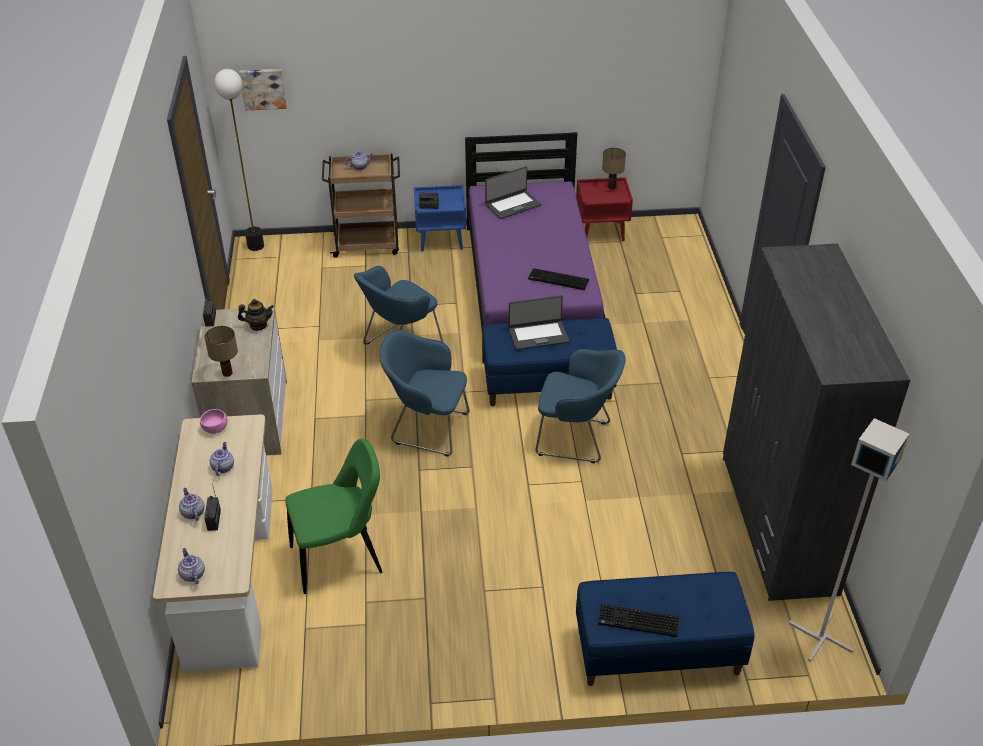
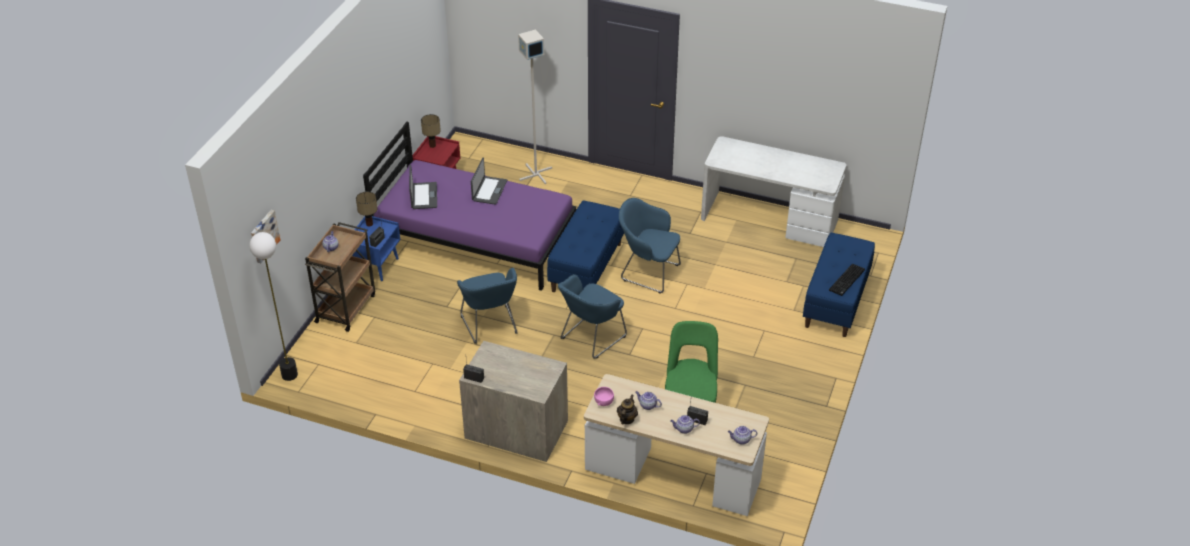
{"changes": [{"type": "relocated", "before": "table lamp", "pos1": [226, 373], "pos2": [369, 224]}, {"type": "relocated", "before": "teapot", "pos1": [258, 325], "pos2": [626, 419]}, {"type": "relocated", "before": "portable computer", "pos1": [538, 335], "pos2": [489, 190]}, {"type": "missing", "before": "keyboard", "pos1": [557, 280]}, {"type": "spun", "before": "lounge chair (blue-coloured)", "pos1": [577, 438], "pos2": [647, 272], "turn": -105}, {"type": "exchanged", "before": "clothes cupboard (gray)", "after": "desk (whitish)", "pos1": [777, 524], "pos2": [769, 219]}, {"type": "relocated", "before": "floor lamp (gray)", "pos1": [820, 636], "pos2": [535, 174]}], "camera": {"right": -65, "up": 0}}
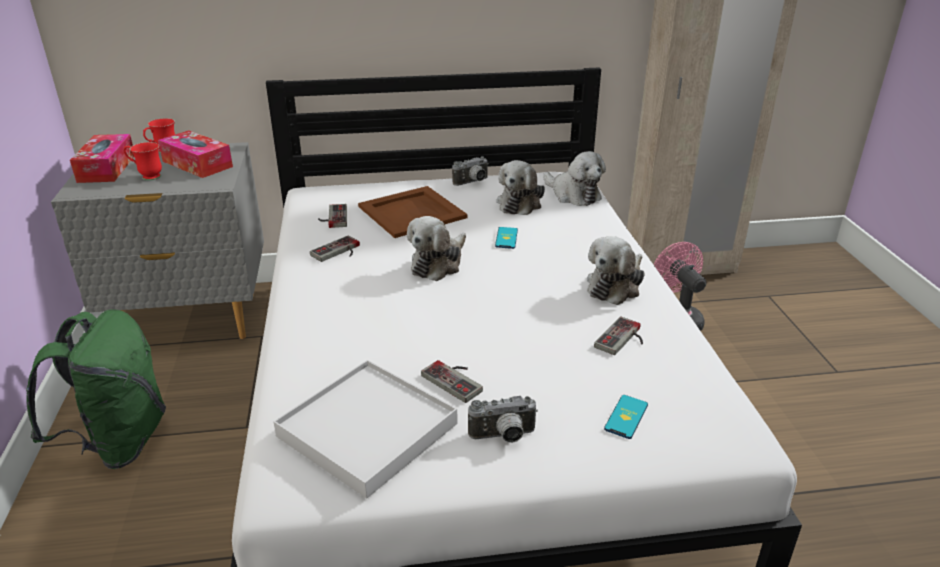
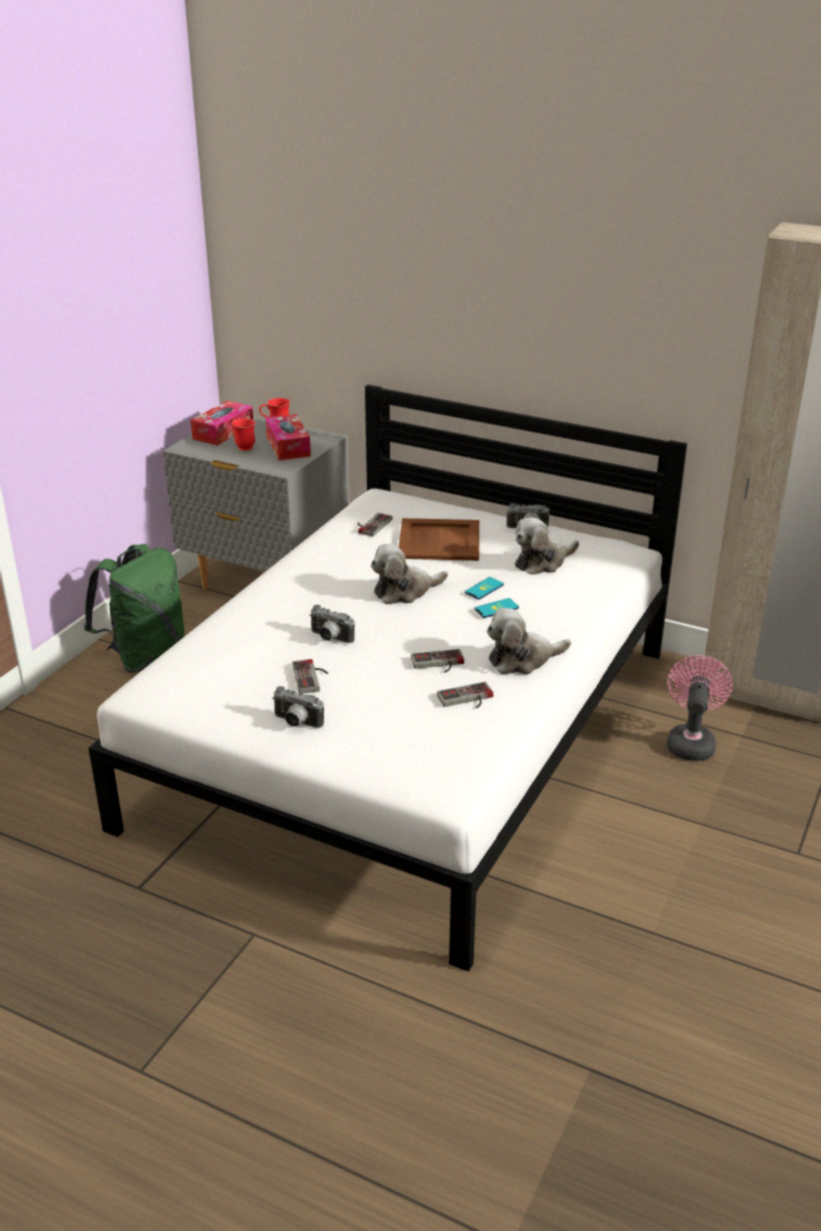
{"changes": [{"type": "missing", "before": "serving tray (whitish)", "pos1": [367, 430]}, {"type": "relocated", "before": "game controller", "pos1": [338, 252], "pos2": [438, 664]}, {"type": "missing", "before": "soft toy", "pos1": [573, 195]}, {"type": "relocated", "before": "phone", "pos1": [626, 417], "pos2": [496, 608]}, {"type": "appeared", "after": "photo camera", "pos2": [329, 638]}], "camera": {"right": 35, "up": 0}}
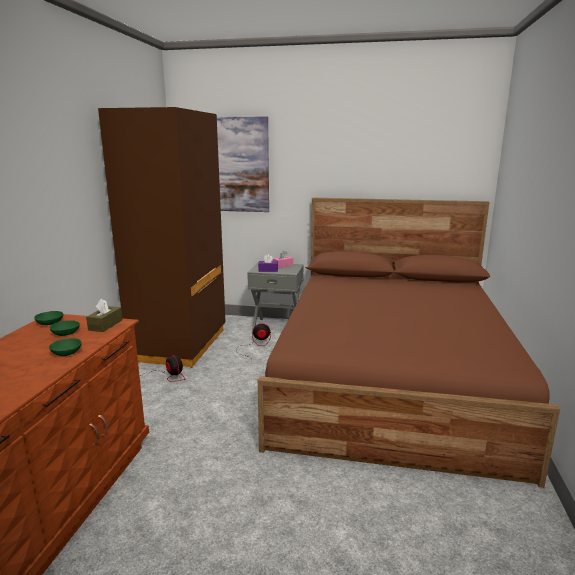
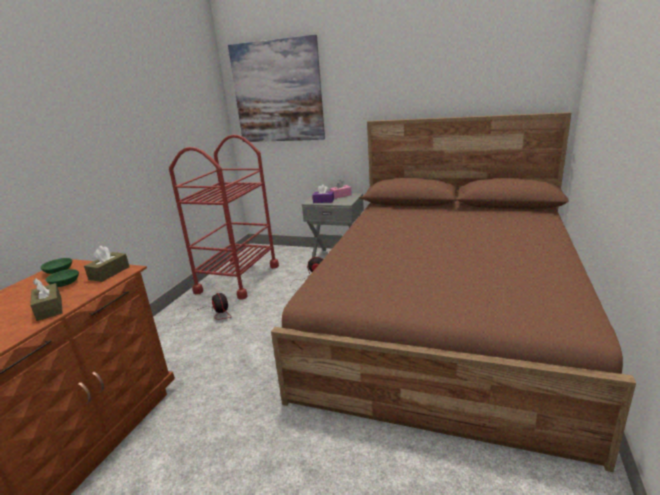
{"changes": [{"type": "exchanged", "before": "bowl (green-coloured)", "after": "tissue holder (brownish)", "pos1": [67, 353], "pos2": [49, 309]}, {"type": "exchanged", "before": "clothes cupboard (brownish)", "after": "wheeled cart (red)", "pos1": [180, 345], "pos2": [238, 279]}], "camera": {"right": 10, "up": 5}}
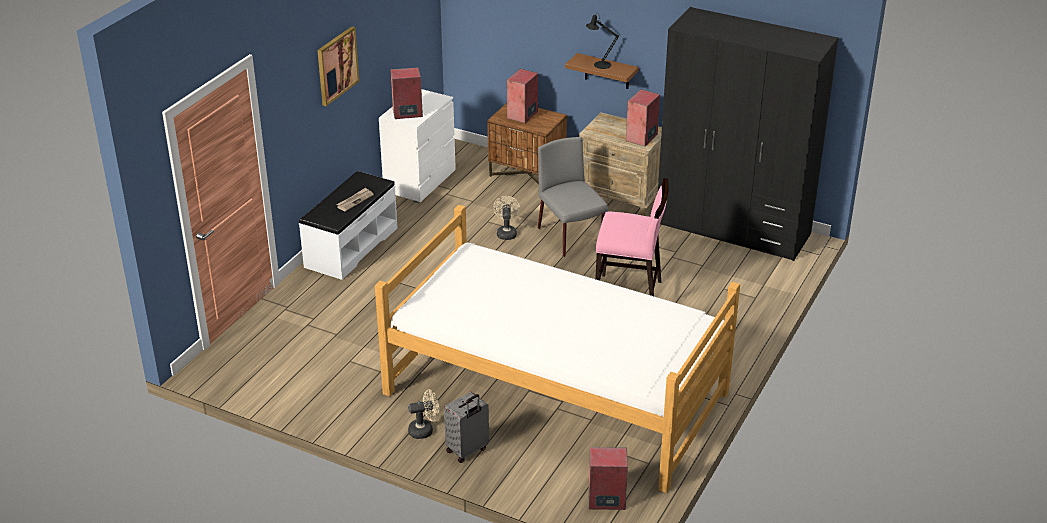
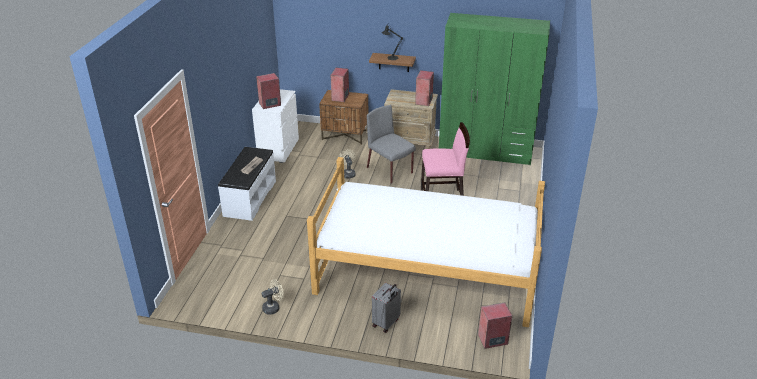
{"changes": [{"type": "missing", "before": "wall picture", "pos1": [337, 65]}, {"type": "relocated", "before": "fan (beige-coloured)", "pos1": [425, 430], "pos2": [273, 307]}, {"type": "colour", "before": "clothes cupboard (black-coloured)", "after": "clothes cupboard (green-coloured)", "pos1": [733, 229], "pos2": [485, 151]}], "camera": {"right": -15, "up": 0}}
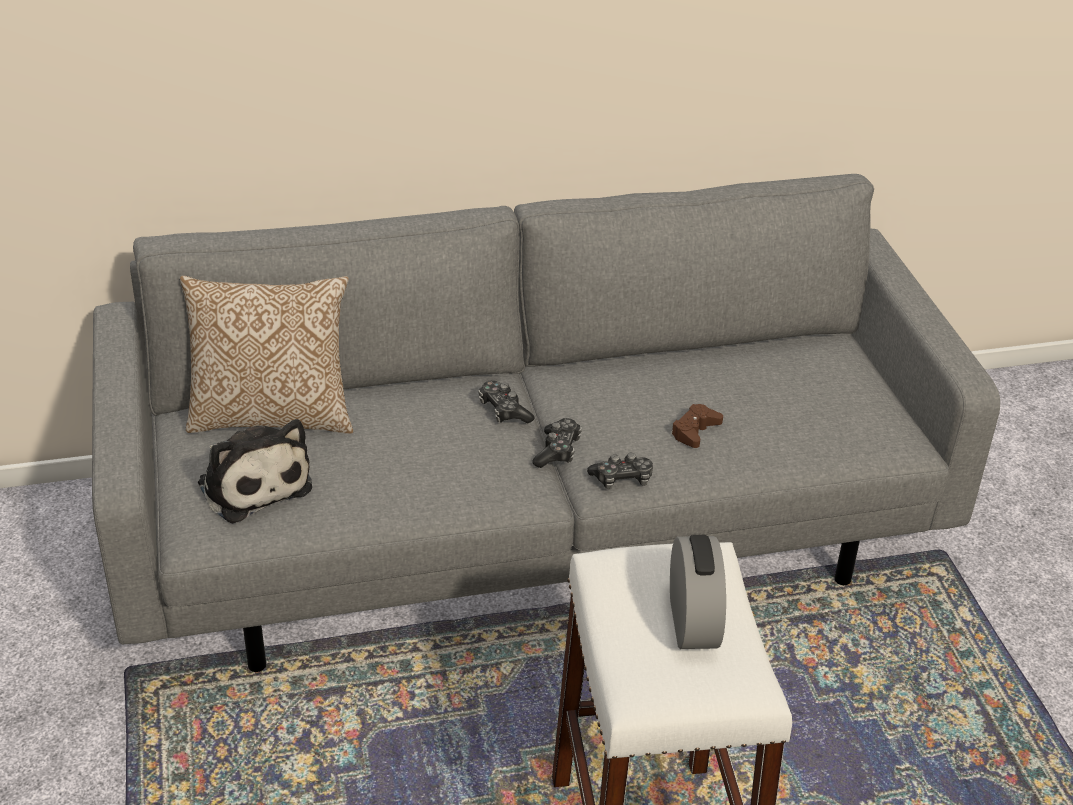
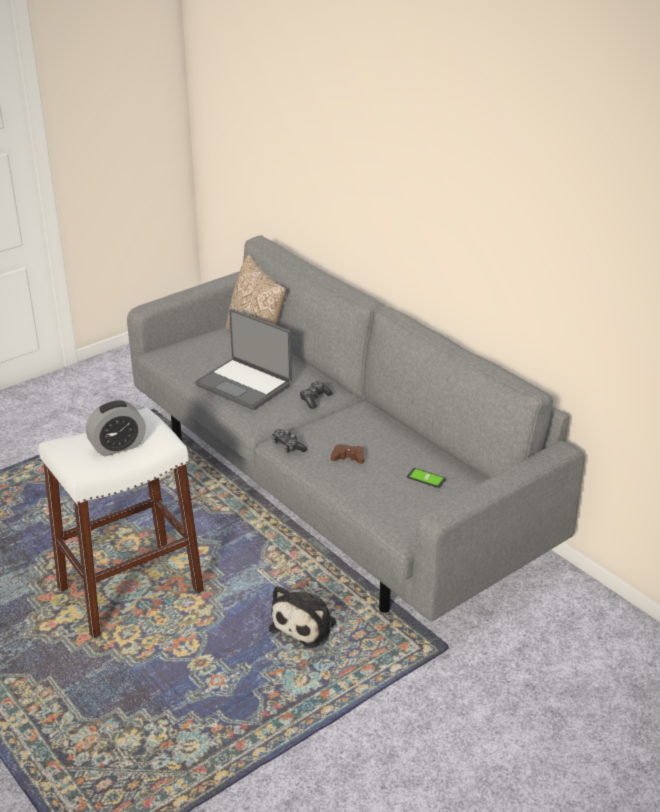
{"changes": [{"type": "relocated", "before": "soft toy", "pos1": [253, 483], "pos2": [306, 624]}, {"type": "missing", "before": "game controller", "pos1": [557, 451]}, {"type": "appeared", "after": "portable computer", "pos2": [245, 384]}, {"type": "appeared", "after": "phone", "pos2": [426, 478]}], "camera": {"right": 65, "up": -5}}
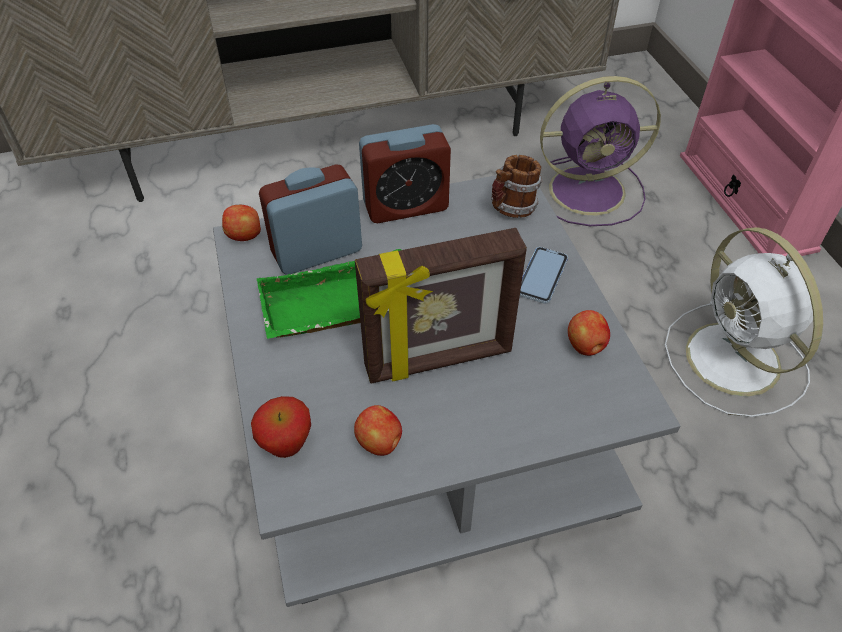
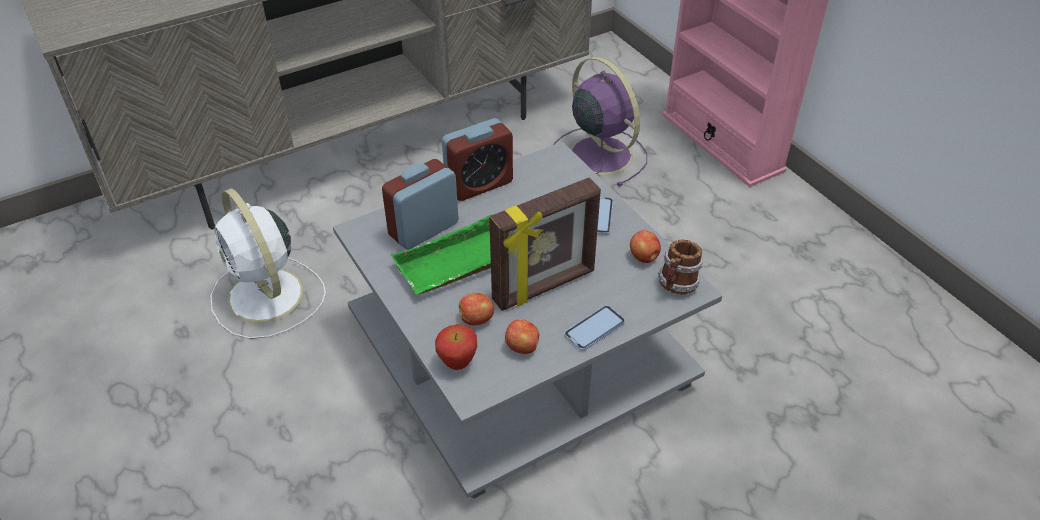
{"changes": [{"type": "relocated", "before": "apple", "pos1": [245, 236], "pos2": [477, 319]}, {"type": "relocated", "before": "mug", "pos1": [511, 209], "pos2": [677, 286]}, {"type": "spun", "before": "fan (purple)", "pos1": [590, 190], "pos2": [598, 154], "turn": -105}, {"type": "relocated", "before": "fan (whitish)", "pos1": [735, 362], "pos2": [267, 297]}, {"type": "appeared", "after": "phone", "pos2": [594, 329]}], "camera": {"right": -15, "up": -5}}
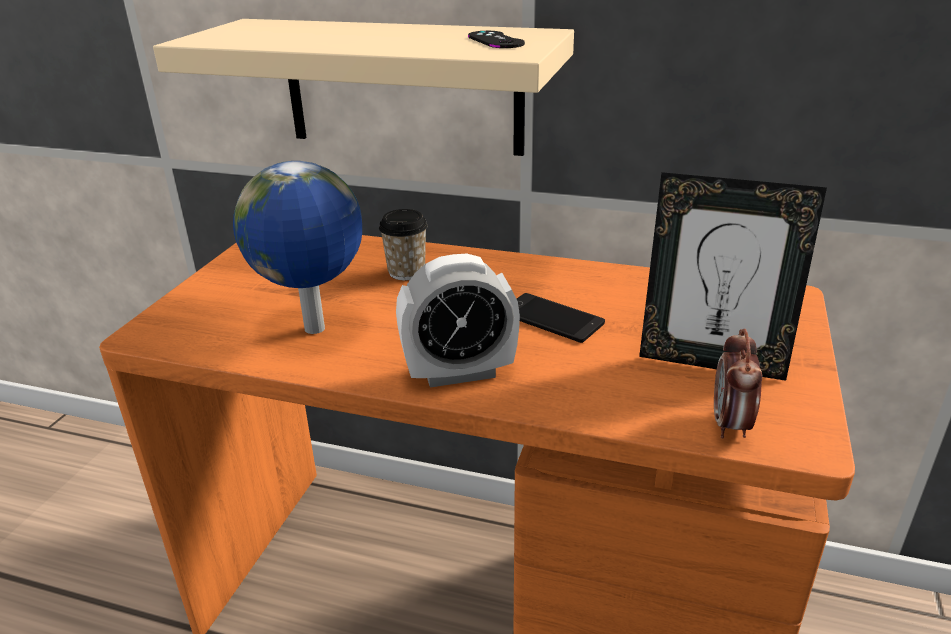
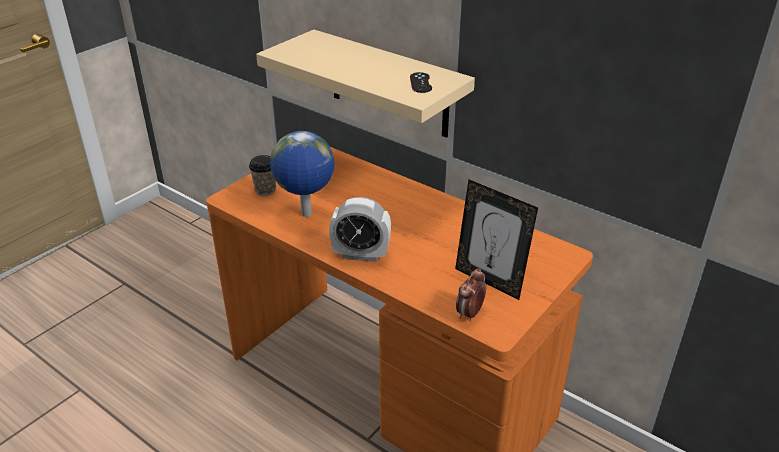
{"changes": [{"type": "relocated", "before": "small cup", "pos1": [406, 272], "pos2": [265, 190]}, {"type": "missing", "before": "phone", "pos1": [551, 318]}], "camera": {"right": 20, "up": 5}}
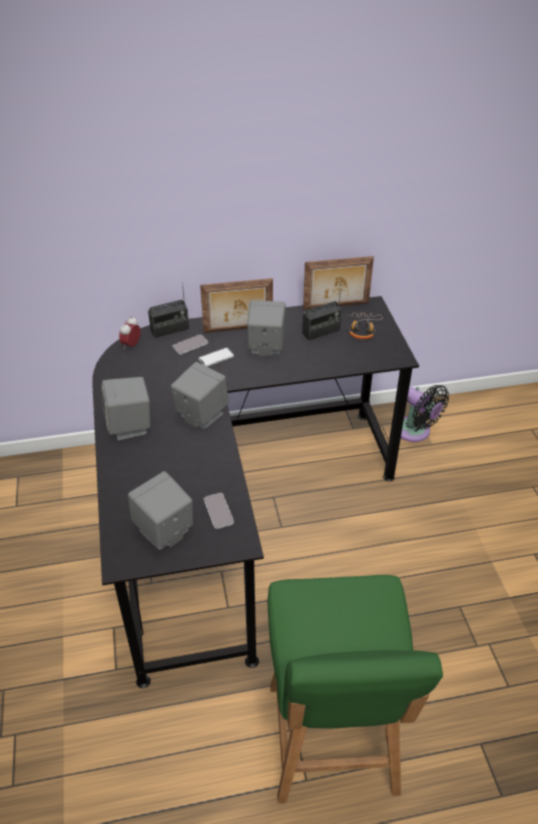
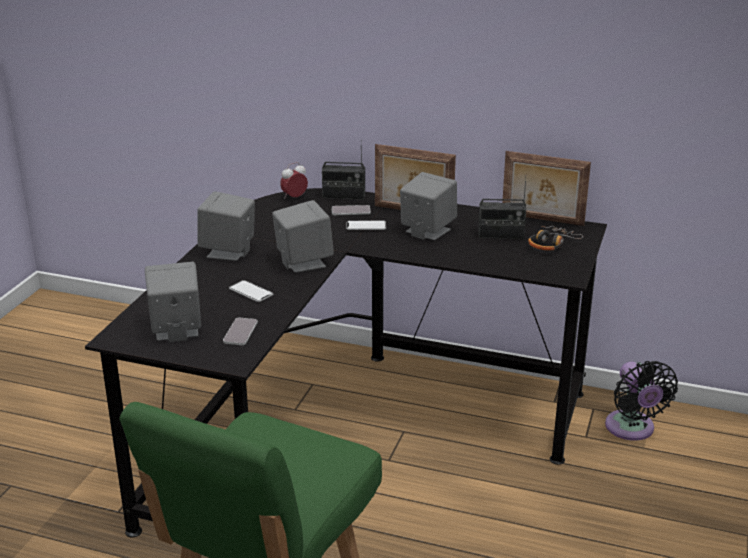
{"changes": [{"type": "appeared", "after": "phone", "pos2": [251, 292]}], "camera": {"right": 30, "up": -15}}
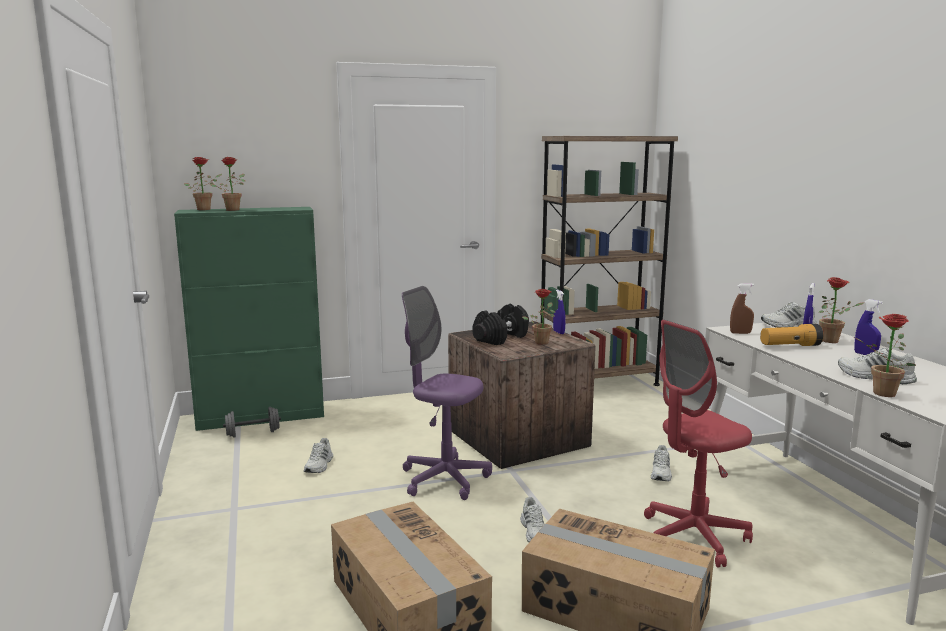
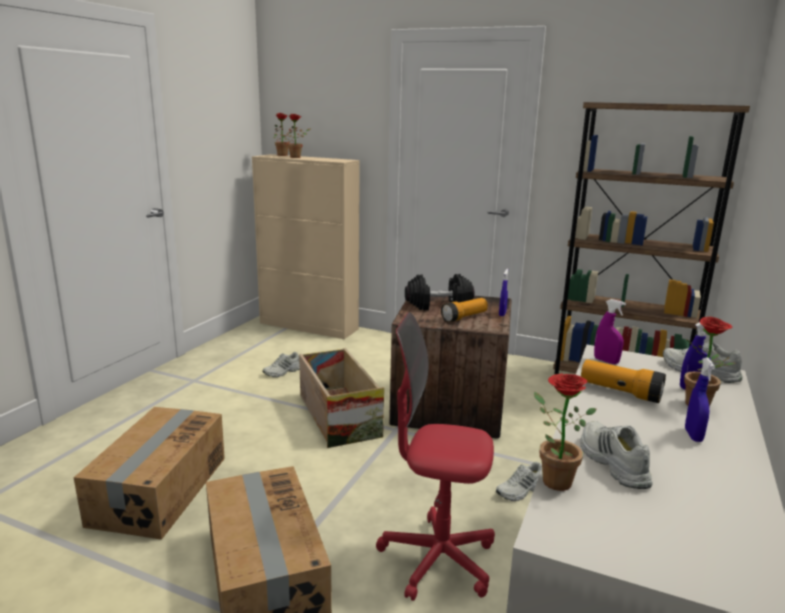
{"changes": [{"type": "colour", "before": "cupboard (green-coloured)", "after": "cupboard (beige-coloured)", "pos1": [262, 416], "pos2": [309, 326]}, {"type": "missing", "before": "free weight (gray)", "pos1": [253, 433]}, {"type": "exchanged", "before": "desk chair (purple)", "after": "shipping crate", "pos1": [444, 479], "pos2": [337, 415]}, {"type": "missing", "before": "shoe (whitish)", "pos1": [535, 531]}, {"type": "exchanged", "before": "houseplant", "after": "flashlight", "pos1": [541, 341], "pos2": [464, 317]}, {"type": "colour", "before": "hand sprayer (brownish)", "after": "hand sprayer (purple)", "pos1": [740, 333], "pos2": [606, 361]}], "camera": {"right": 40, "up": 5}}
